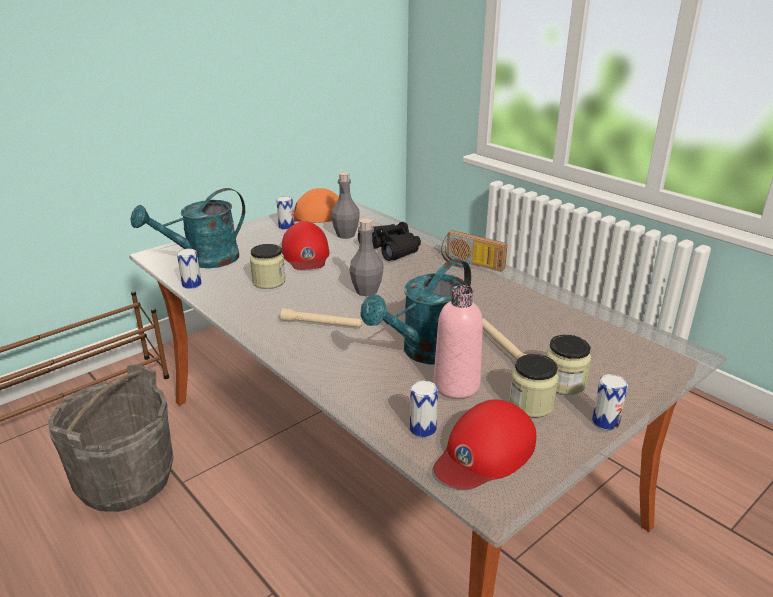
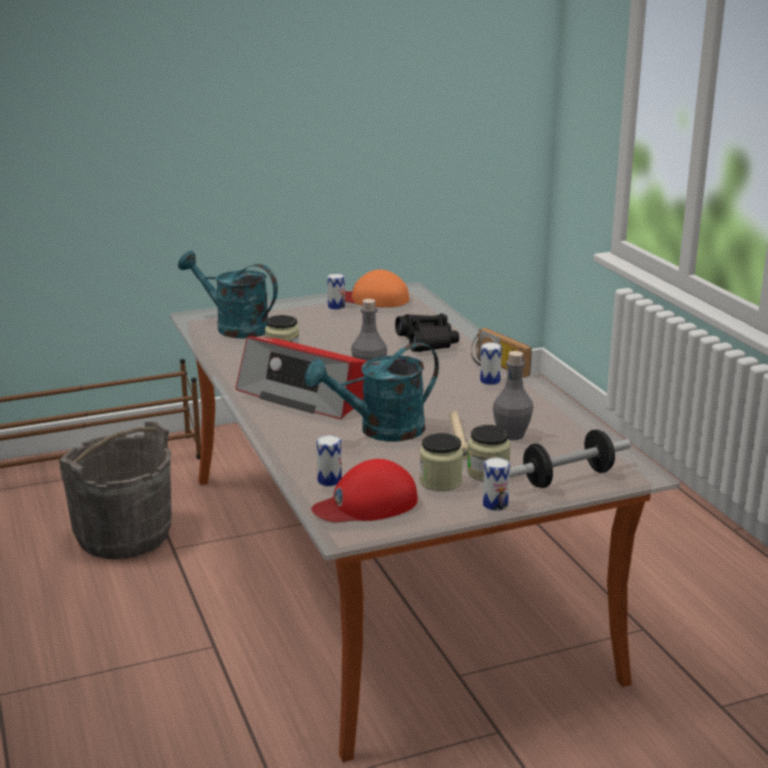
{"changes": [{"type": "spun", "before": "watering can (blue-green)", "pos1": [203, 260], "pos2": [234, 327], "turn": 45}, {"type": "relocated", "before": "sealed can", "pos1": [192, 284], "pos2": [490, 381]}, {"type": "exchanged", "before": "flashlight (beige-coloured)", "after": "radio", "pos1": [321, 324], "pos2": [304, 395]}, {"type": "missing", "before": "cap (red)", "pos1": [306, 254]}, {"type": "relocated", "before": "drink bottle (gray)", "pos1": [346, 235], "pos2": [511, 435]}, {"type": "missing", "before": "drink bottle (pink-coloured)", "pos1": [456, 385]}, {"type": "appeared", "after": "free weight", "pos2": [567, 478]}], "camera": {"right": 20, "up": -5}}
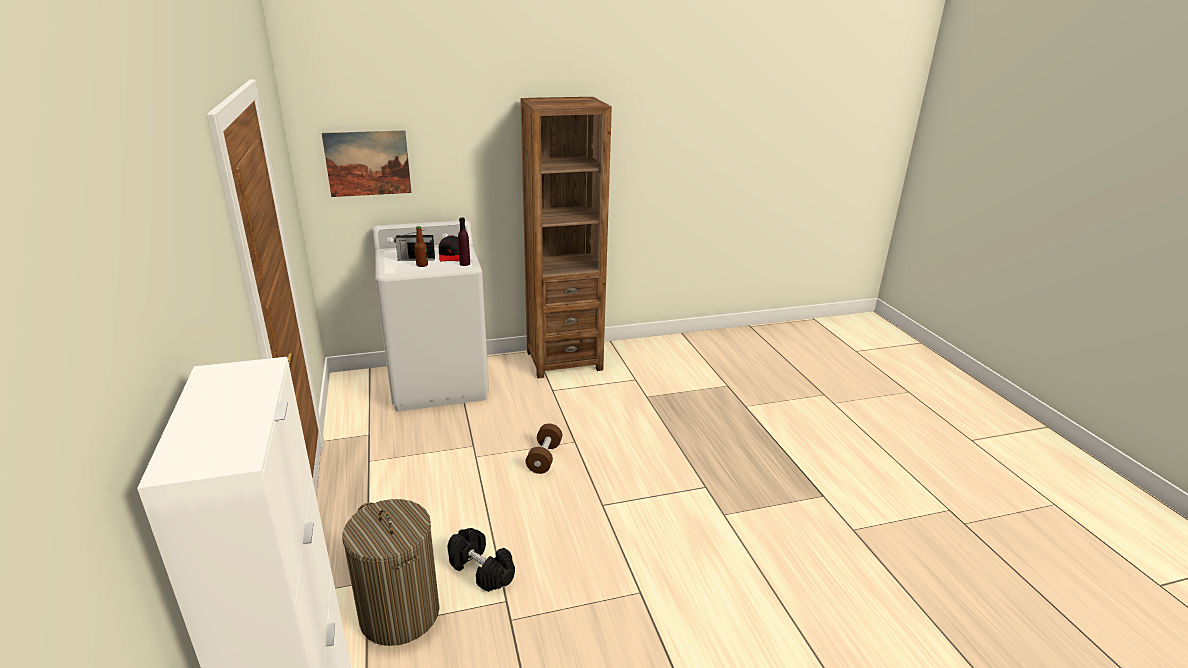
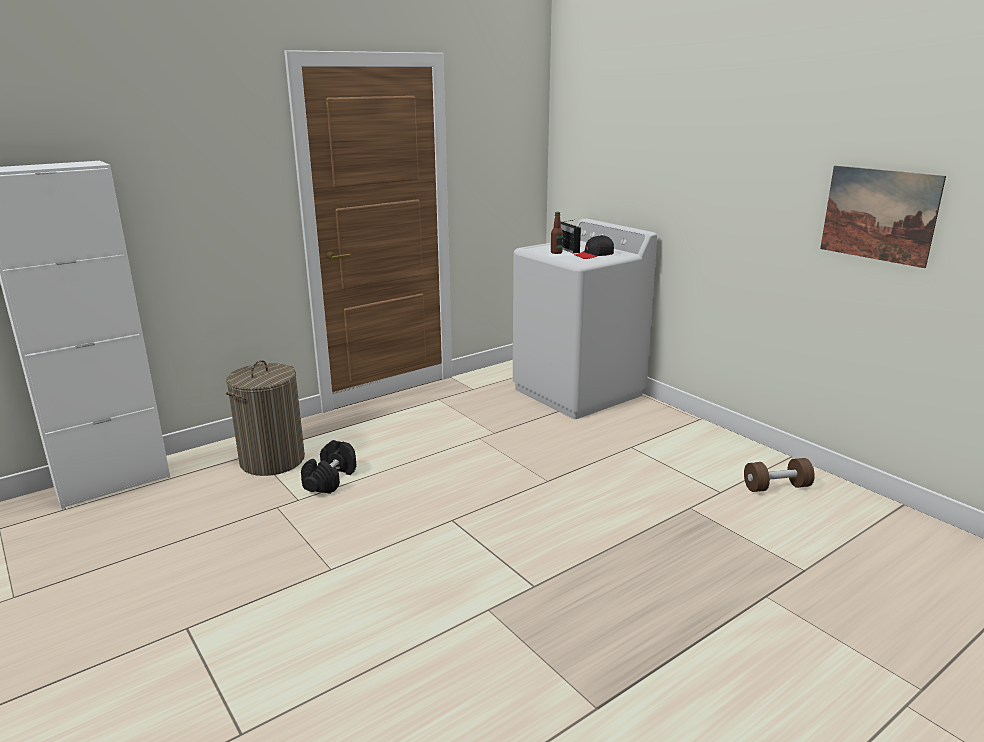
{"changes": [{"type": "relocated", "before": "wall picture", "pos1": [368, 163], "pos2": [879, 215]}, {"type": "missing", "before": "drink bottle (purple)", "pos1": [465, 264]}, {"type": "missing", "before": "bookshelf (brownish)", "pos1": [564, 360]}, {"type": "relocated", "before": "free weight (brownish)", "pos1": [544, 458], "pos2": [776, 487]}], "camera": {"right": 70, "up": -5}}
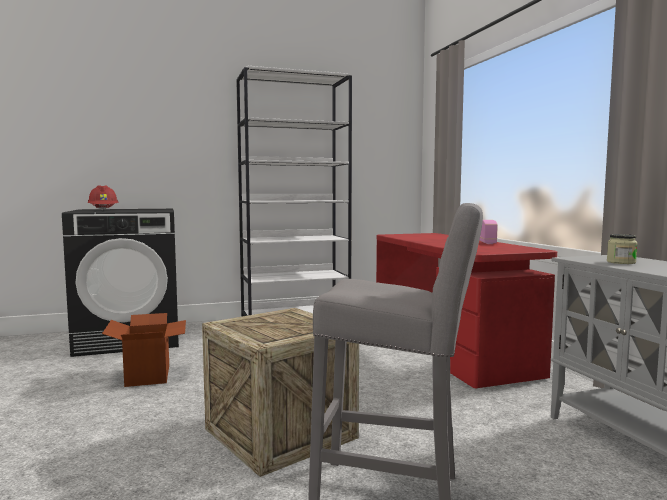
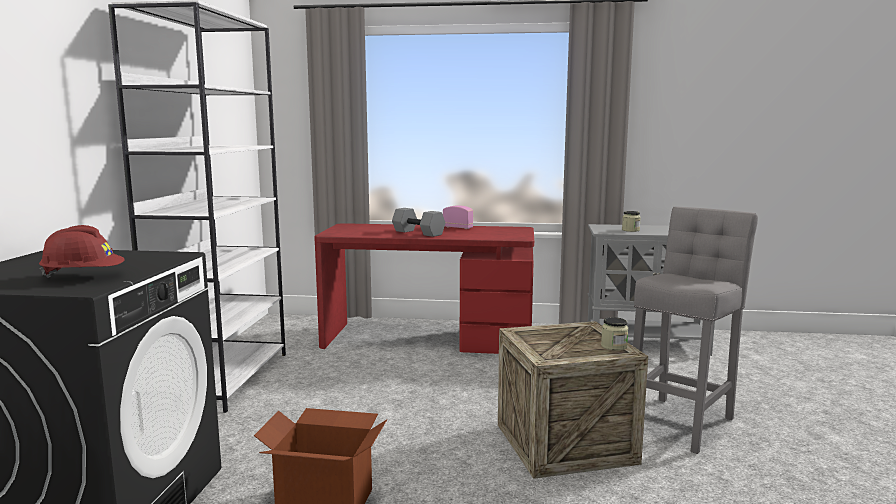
{"changes": [{"type": "appeared", "after": "free weight (gray)", "pos2": [419, 233]}, {"type": "appeared", "after": "storage jar", "pos2": [614, 346]}], "camera": {"right": -65, "up": 5}}
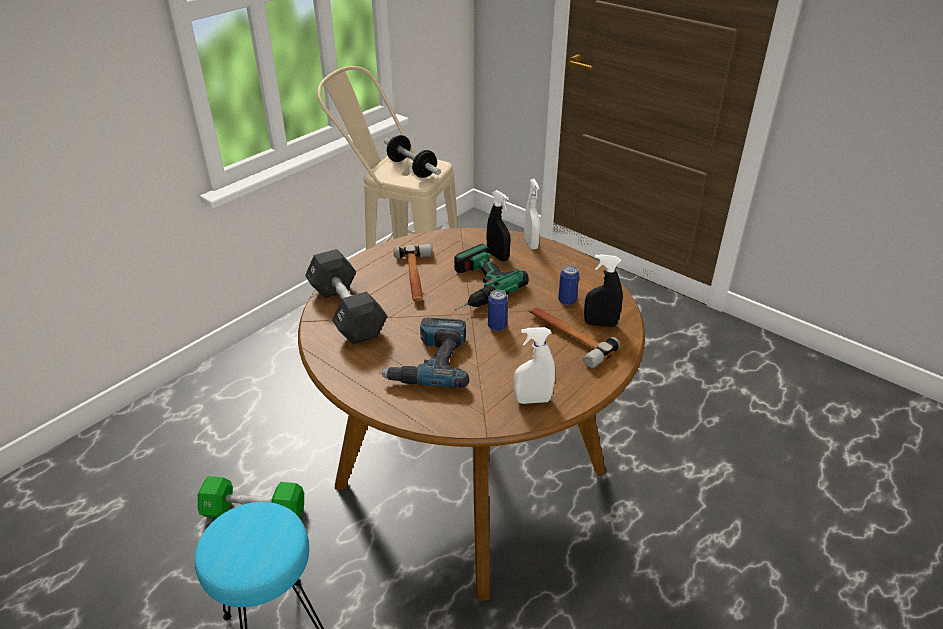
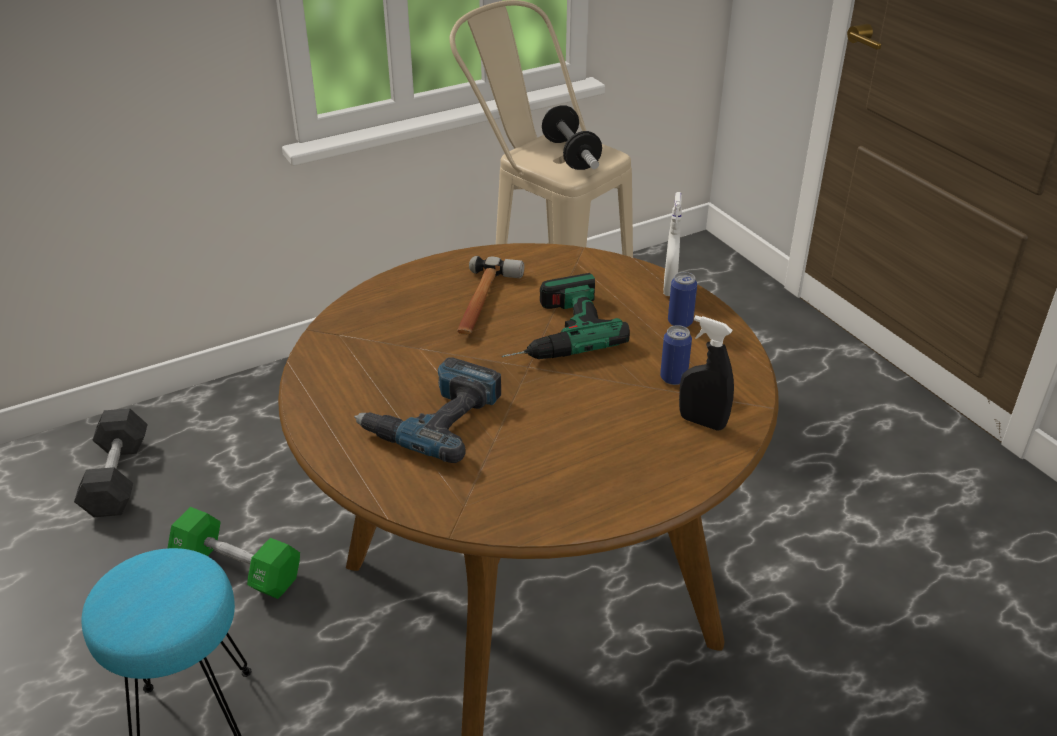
{"changes": [{"type": "relocated", "before": "free weight (black-coloured)", "pos1": [346, 312], "pos2": [117, 477]}, {"type": "missing", "before": "hand sprayer (black-coloured)", "pos1": [497, 256]}, {"type": "relocated", "before": "sealed can", "pos1": [497, 326], "pos2": [680, 322]}, {"type": "missing", "before": "hand sprayer (whitish)", "pos1": [532, 400]}, {"type": "missing", "before": "hammer", "pos1": [567, 337]}], "camera": {"right": 20, "up": 0}}
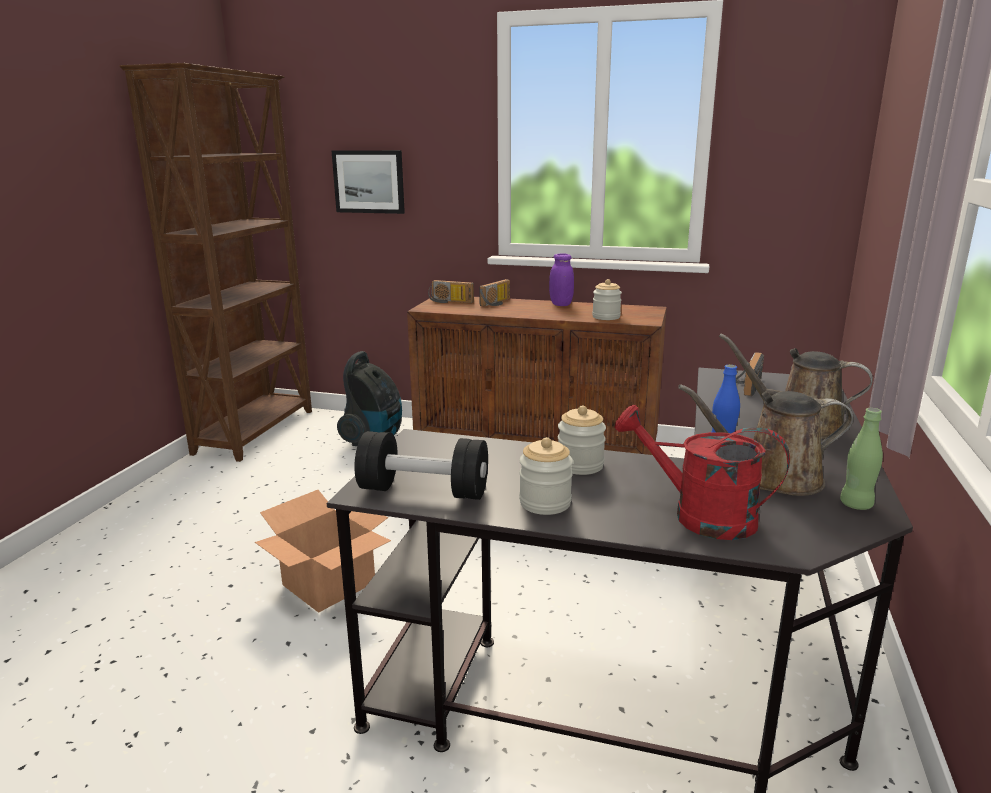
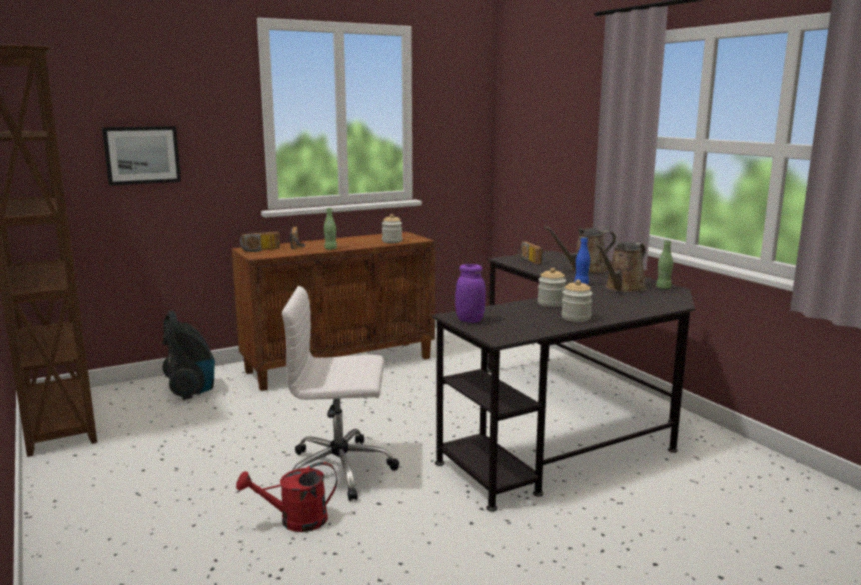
{"changes": [{"type": "exchanged", "before": "carton", "after": "desk chair (whitish)", "pos1": [329, 583], "pos2": [341, 469]}, {"type": "missing", "before": "free weight (black-coloured)", "pos1": [423, 491]}, {"type": "relocated", "before": "storage jar (purple)", "pos1": [561, 304], "pos2": [469, 320]}, {"type": "relocated", "before": "watering can (red)", "pos1": [699, 516], "pos2": [295, 521]}, {"type": "appeared", "after": "drink bottle (green-coloured)", "pos2": [330, 249]}], "camera": {"right": -45, "up": -5}}
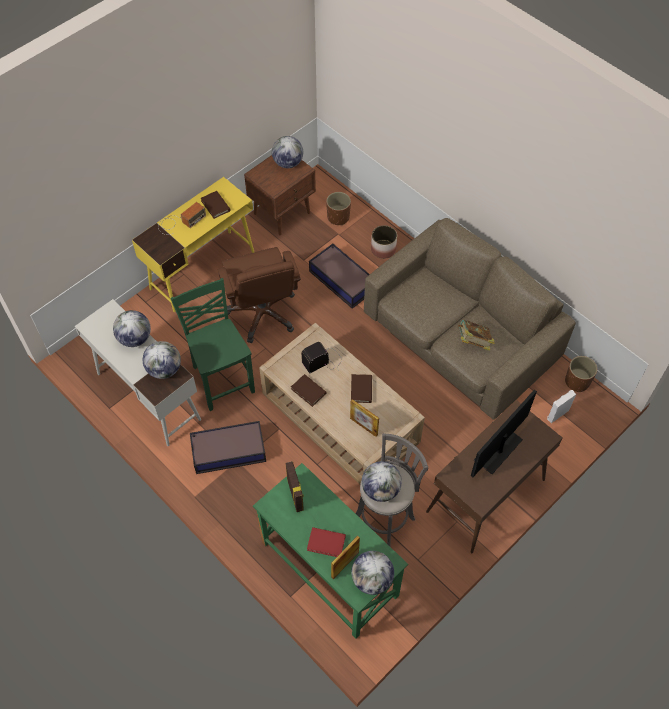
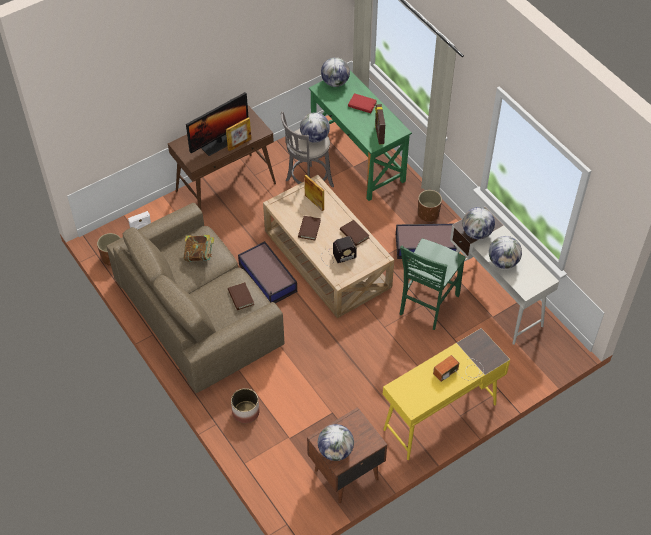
{"changes": [{"type": "spun", "before": "plain chair (green-coloured)", "pos1": [222, 379], "pos2": [427, 305], "turn": 45}, {"type": "relocated", "before": "volume (brownish)", "pos1": [215, 206], "pos2": [240, 297]}, {"type": "missing", "before": "desk chair (brownish)", "pos1": [263, 313]}, {"type": "relocated", "before": "storage container", "pos1": [342, 280], "pos2": [268, 279]}, {"type": "relocated", "before": "flower pot (brownish)", "pos1": [338, 217], "pos2": [428, 214]}, {"type": "relocated", "before": "picture frame", "pos1": [345, 564], "pos2": [239, 144]}], "camera": {"right": -170, "up": -5}}
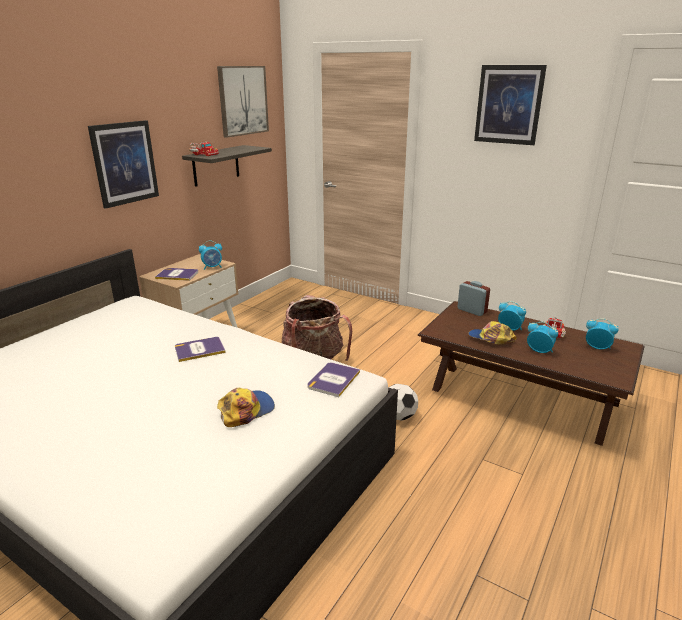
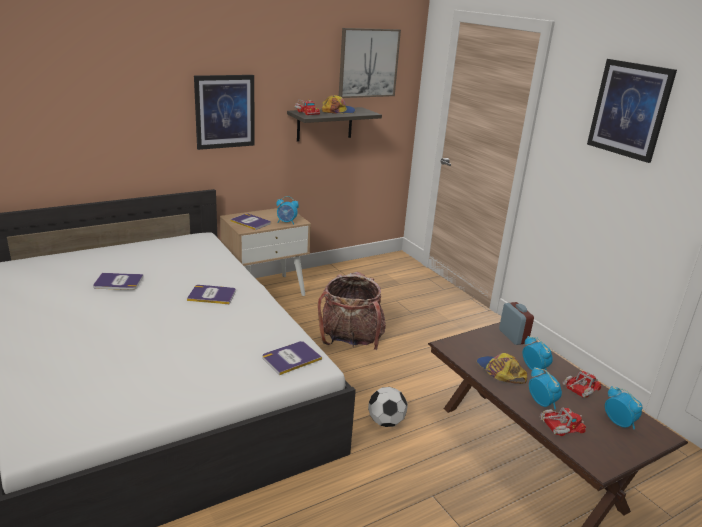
{"changes": [{"type": "relocated", "before": "cap", "pos1": [246, 410], "pos2": [338, 111]}, {"type": "appeared", "after": "volume", "pos2": [118, 282]}, {"type": "appeared", "after": "toy truck", "pos2": [558, 428]}], "camera": {"right": 25, "up": 0}}
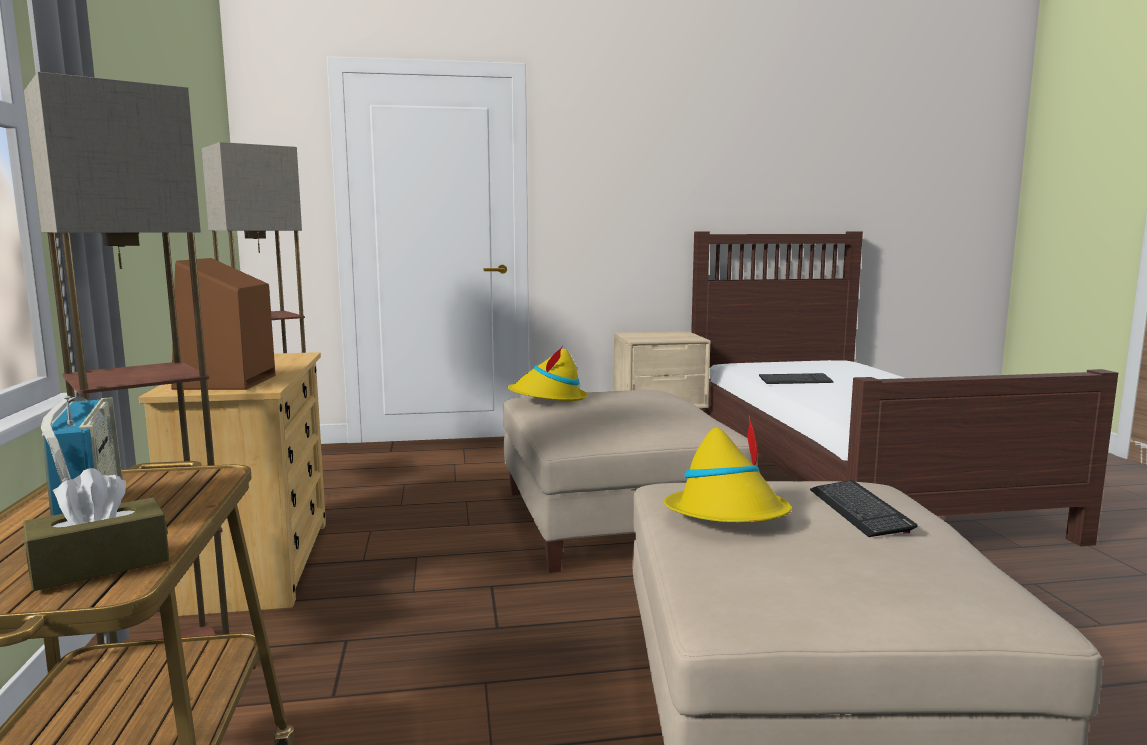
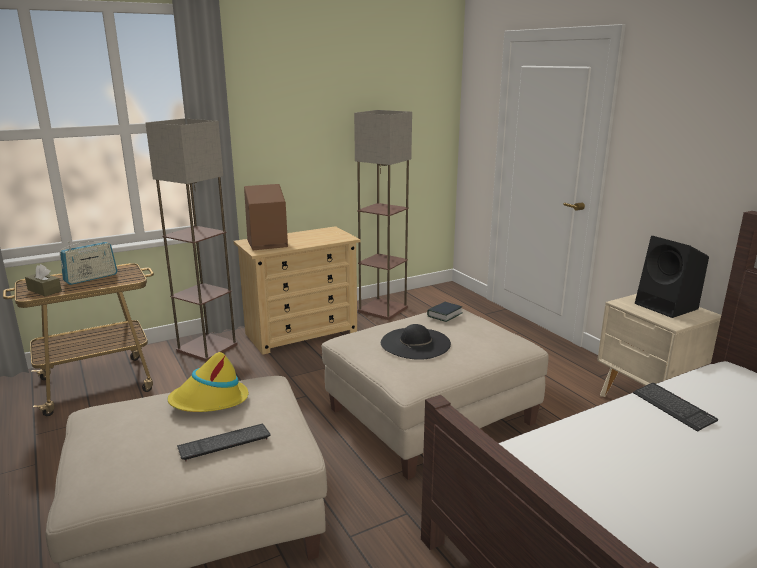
{"changes": [{"type": "exchanged", "before": "hat (yellow)", "after": "volume", "pos1": [548, 398], "pos2": [444, 315]}, {"type": "appeared", "after": "hat (black-coloured)", "pos2": [415, 343]}, {"type": "appeared", "after": "loudspeaker (black-coloured)", "pos2": [667, 307]}], "camera": {"right": 70, "up": 10}}
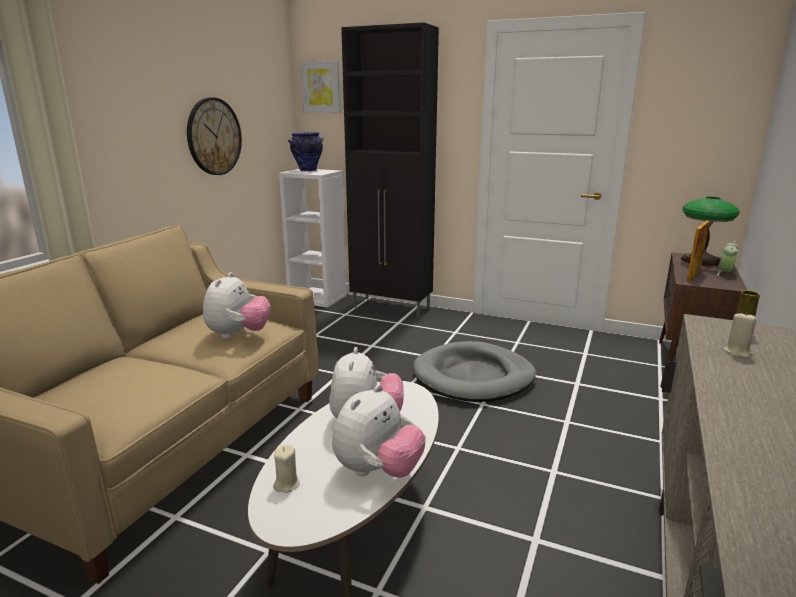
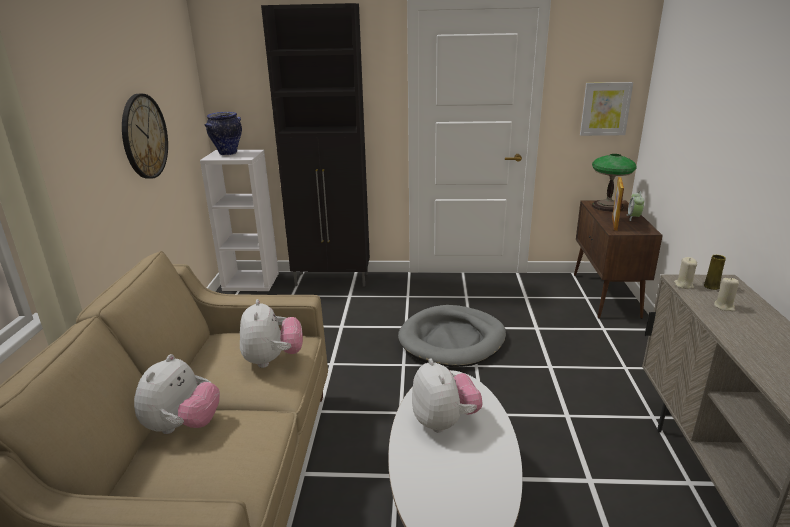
{"changes": [{"type": "relocated", "before": "wax candle (beige-coloured)", "pos1": [286, 484], "pos2": [683, 285]}, {"type": "relocated", "before": "wall picture", "pos1": [321, 87], "pos2": [605, 109]}, {"type": "relocated", "before": "soft toy", "pos1": [378, 471], "pos2": [183, 426]}], "camera": {"right": -20, "up": 5}}
